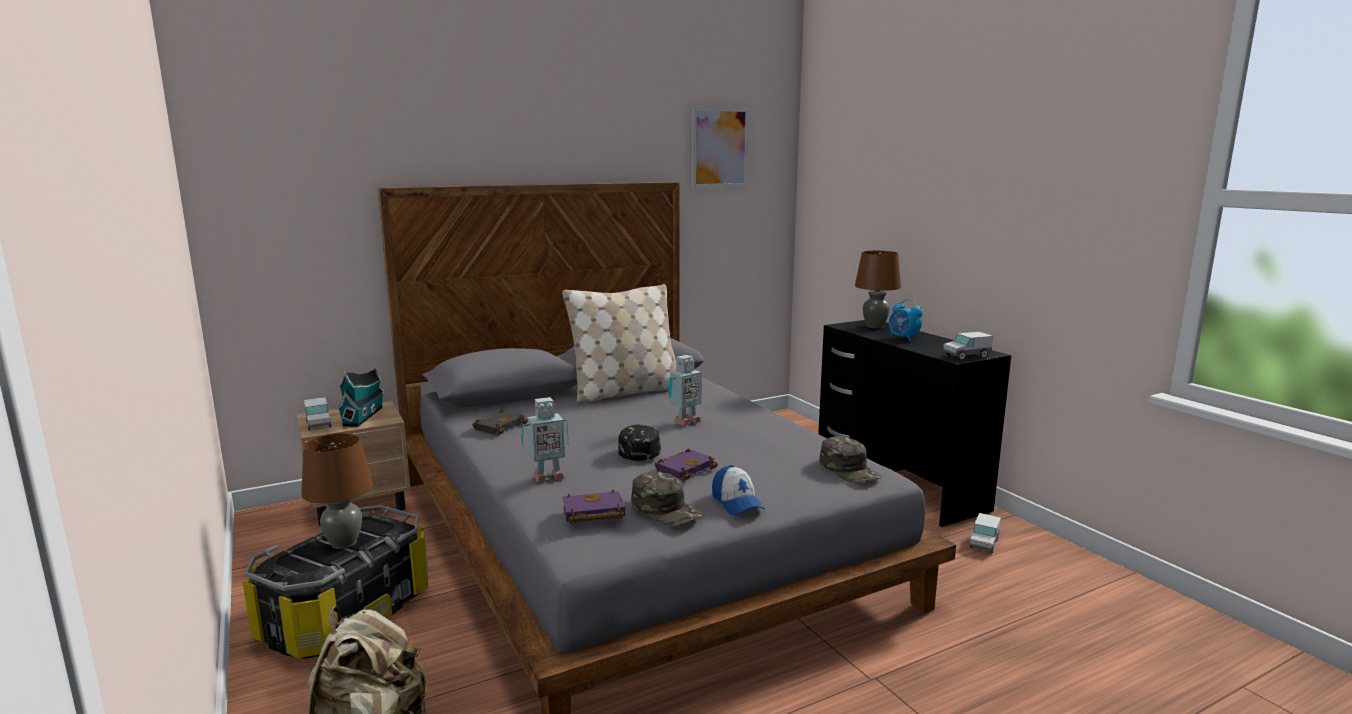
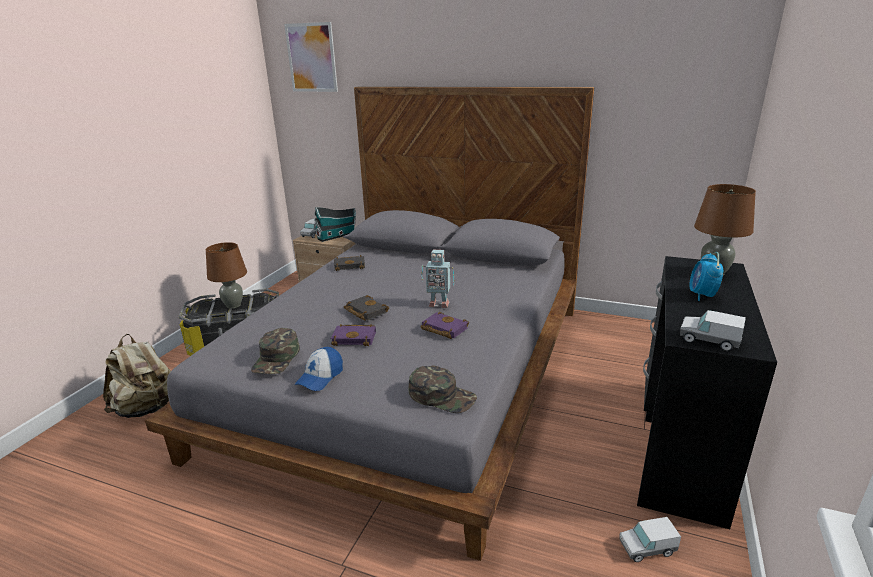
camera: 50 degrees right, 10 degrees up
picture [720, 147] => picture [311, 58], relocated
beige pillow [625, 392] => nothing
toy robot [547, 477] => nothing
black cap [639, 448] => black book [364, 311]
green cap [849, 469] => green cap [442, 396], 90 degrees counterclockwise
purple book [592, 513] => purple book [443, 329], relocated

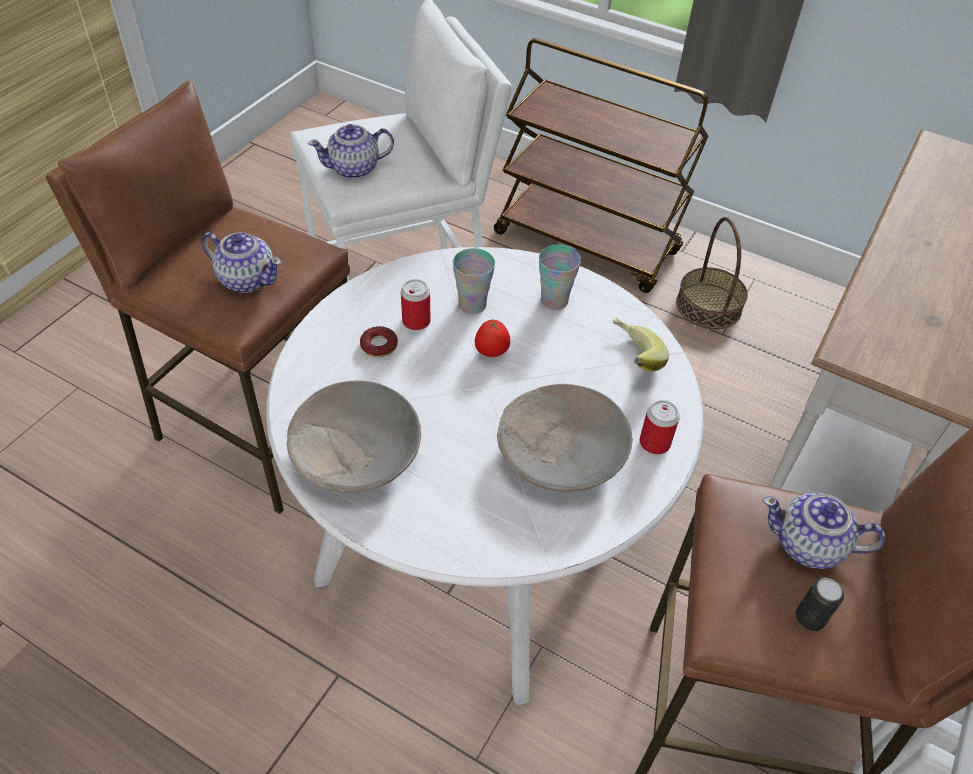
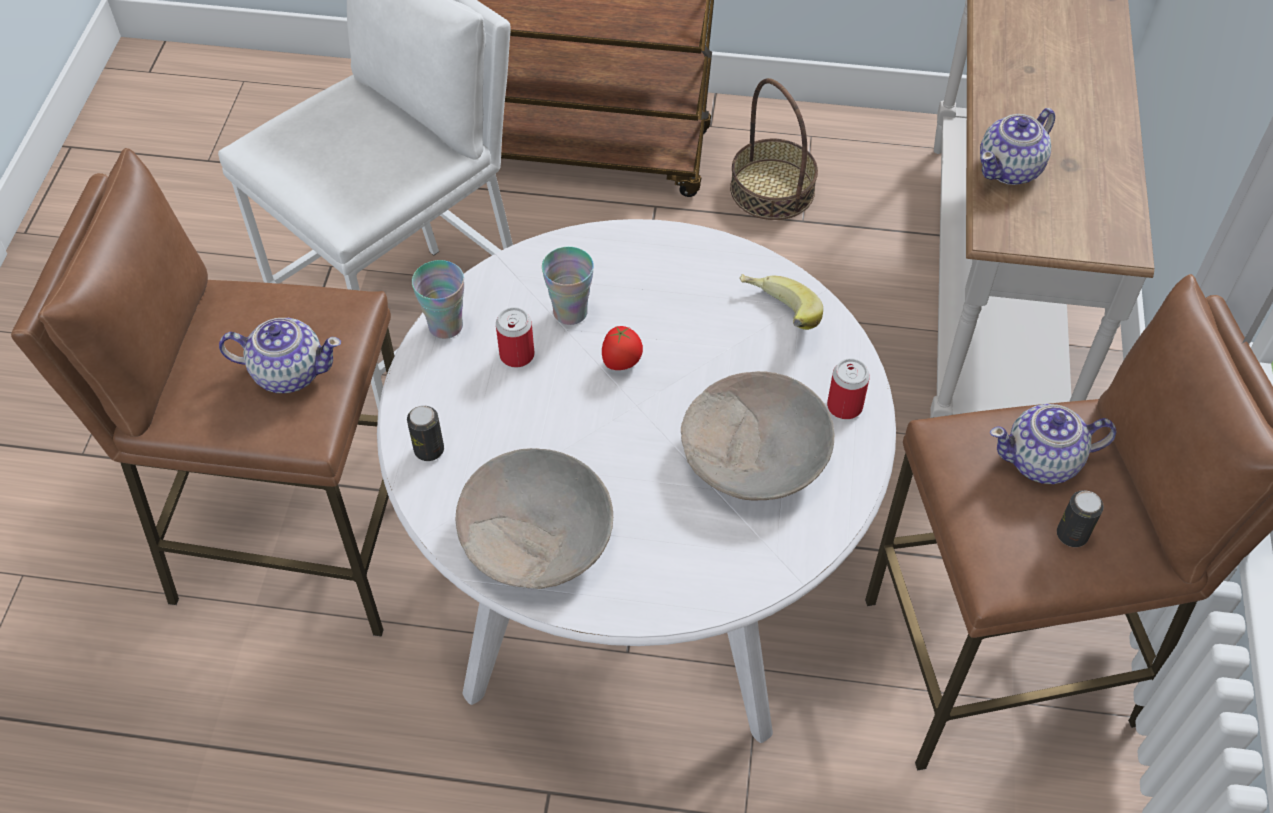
camera: 20 degrees left, 5 degrees up
teapot [354, 169] => teapot [1011, 169], relocated
cup [554, 301] => cup [445, 326], relocated
donut [379, 345] => nothing
nothing => can [429, 450]

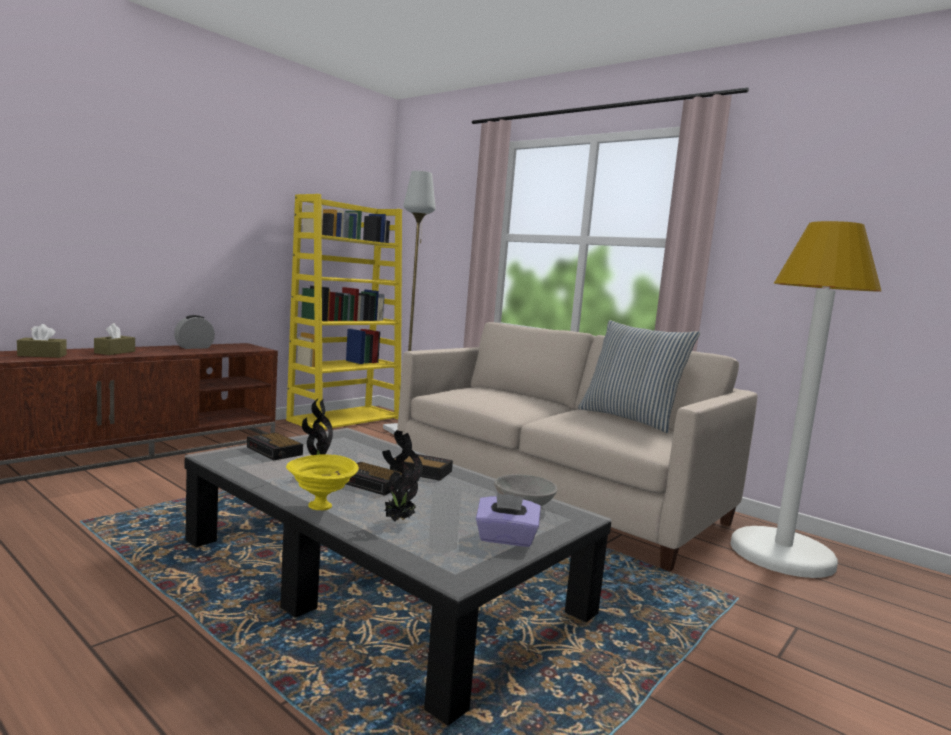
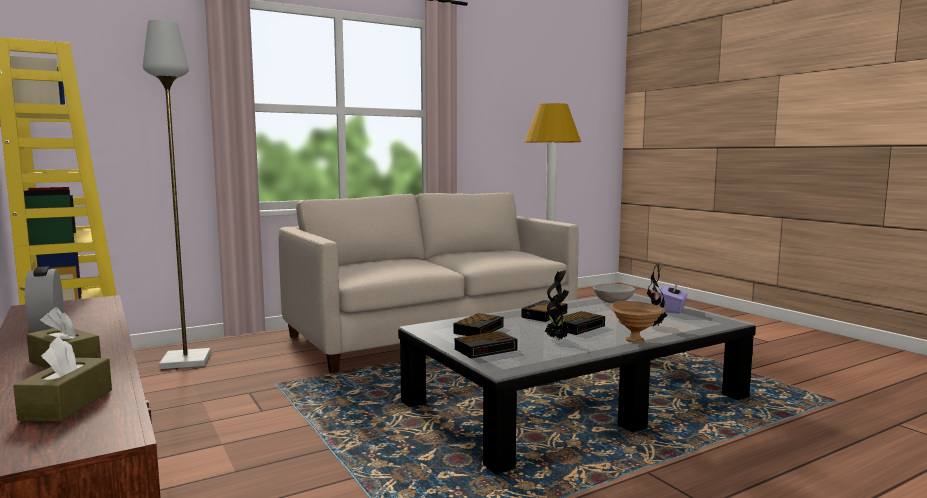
camera: 70 degrees left, 0 degrees up
pillow [630, 419] => nothing
yellow bowl [322, 507] => brown bowl [635, 340]
nothing => alarm clock [479, 329]

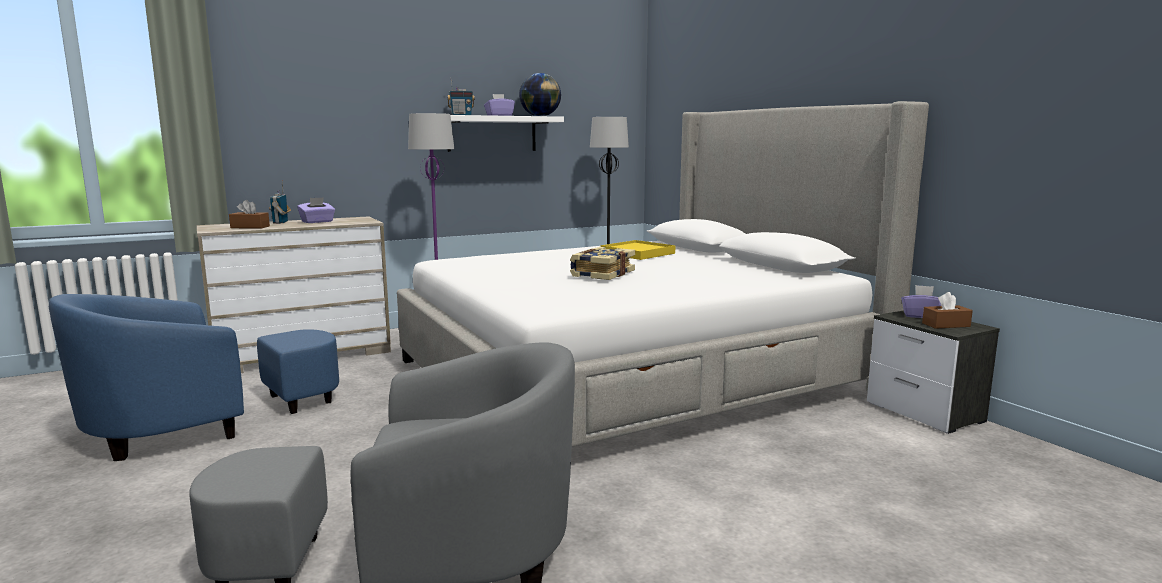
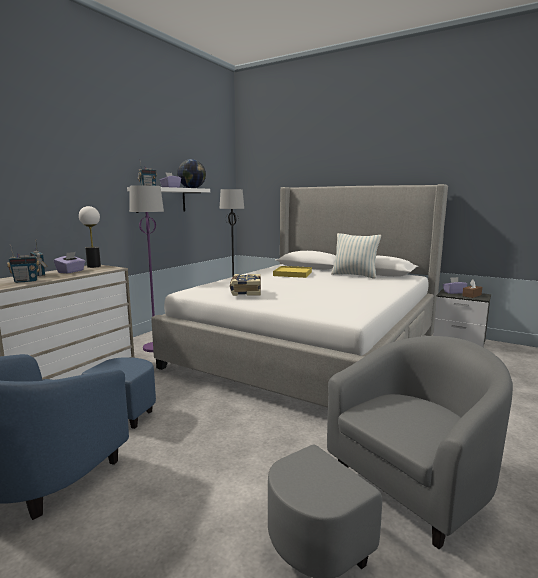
camera: 30 degrees left, 0 degrees up
brown tissue box [250, 227] => radio [26, 281]
book [601, 274] => book [245, 292], relocated
nothing => table lamp [93, 266]
nothing => pillow [354, 275]

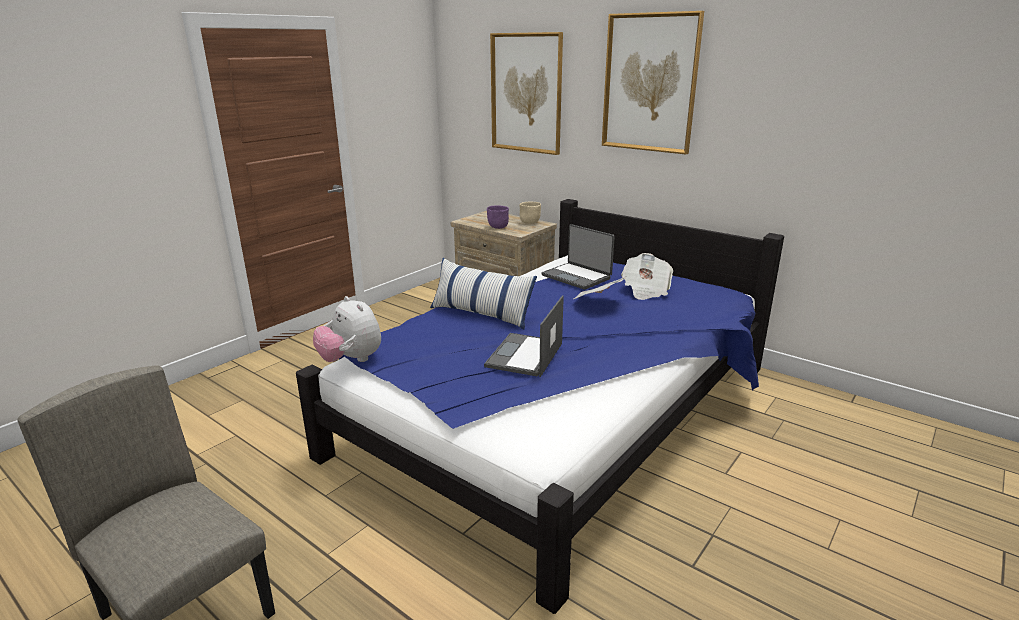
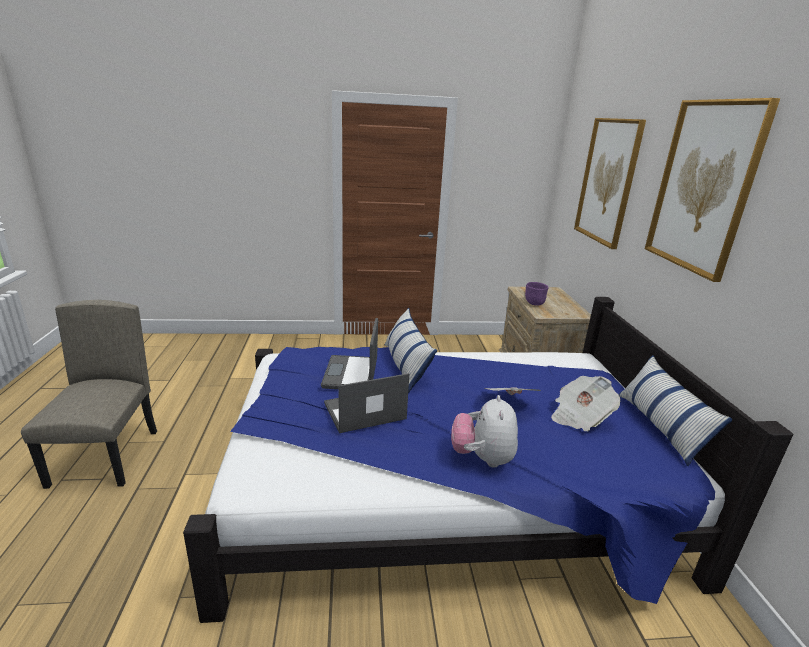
camera: 45 degrees right, 0 degrees up
beige bowl [530, 223] => nothing
laptop [577, 277] => laptop [352, 374], relocated
plush toy [351, 360] => plush toy [482, 458], relocated
nothing => pillow [660, 426]

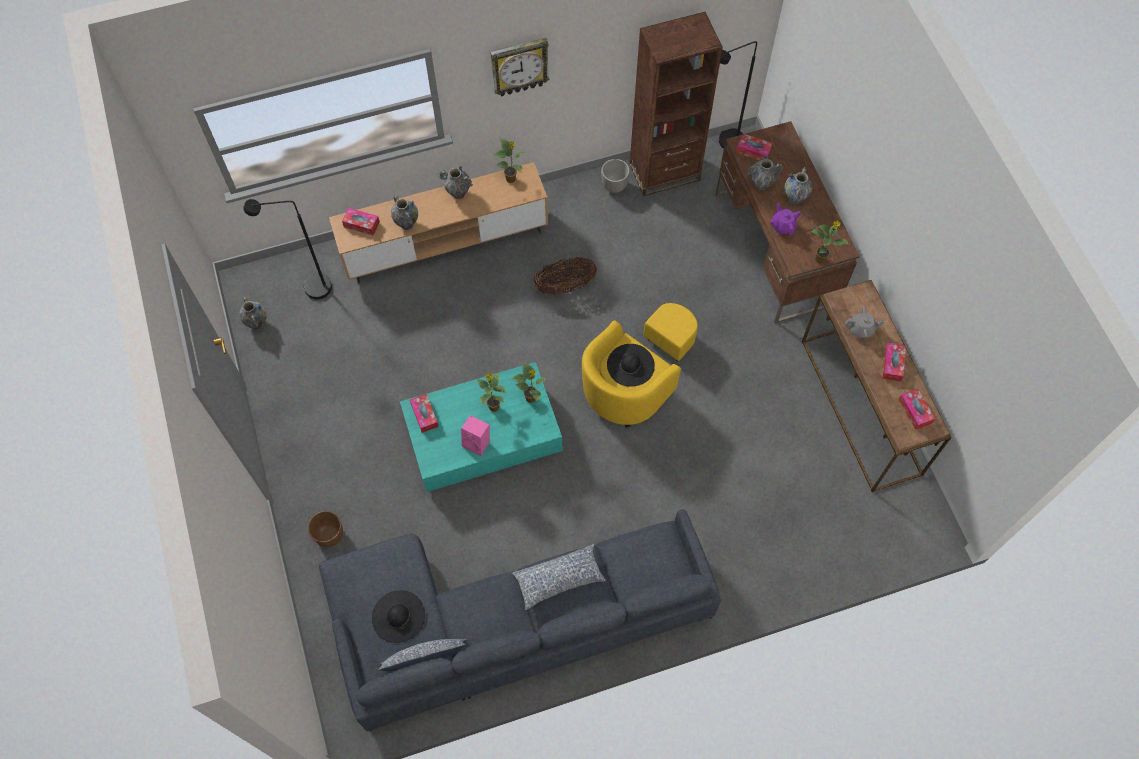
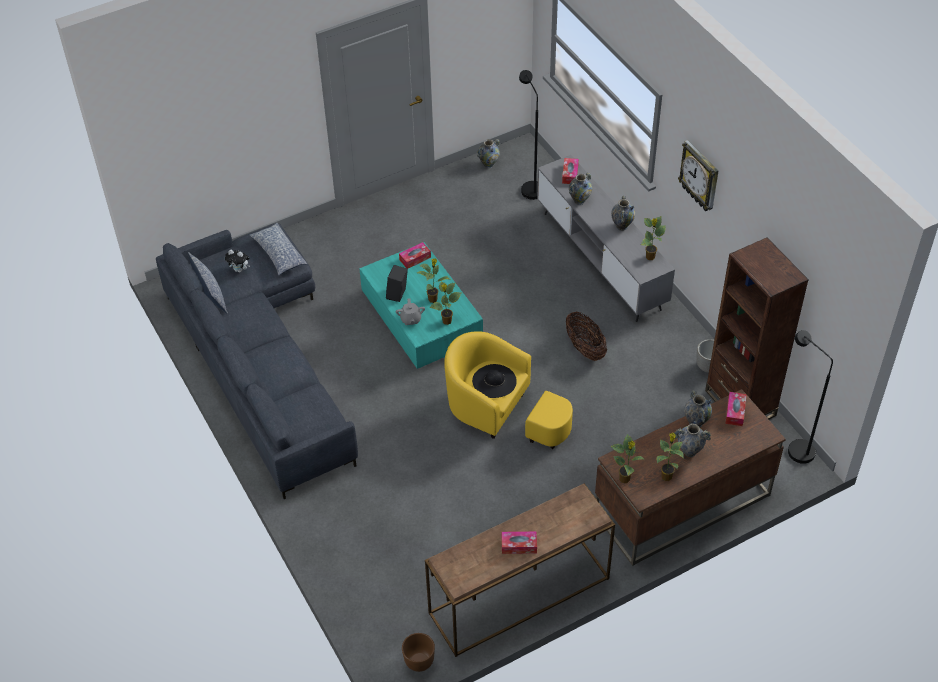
camera: 80 degrees right, 15 degrees down
brown tv stand [445, 245] => grey tv stand [600, 260]
purple teapot [783, 226] => nothing
grey teapot [861, 329] => grey teapot [410, 319], relocated
tissue box [914, 411] => nothing
pink speaker [477, 442] => black speaker [397, 295]
brown planter [330, 535] => brown planter [419, 661], relocated
pillow [559, 579] => pillow [278, 254], relocated
black hat [398, 616] => plush toy [239, 270]
nothing => potted plant [666, 476]

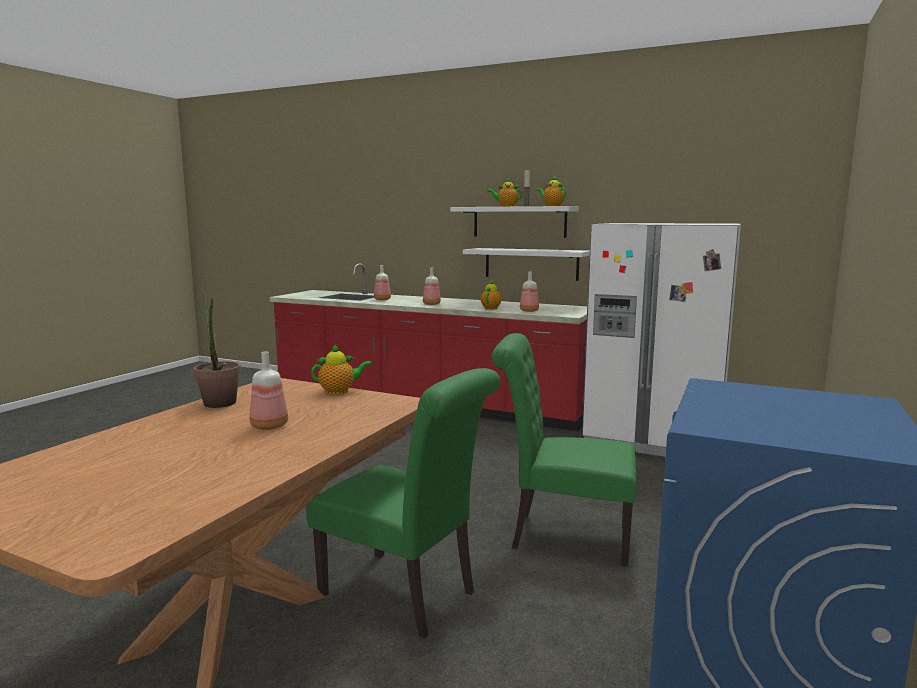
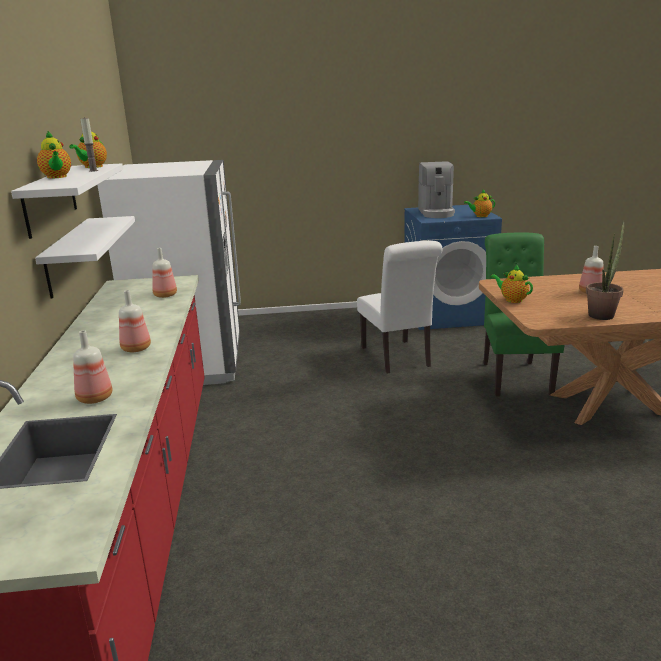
camera: 120 degrees left, 10 degrees up
teapot [491, 308] => teapot [480, 216], relocated
green chair [562, 536] => white chair [397, 358]
nothing => coffee machine [436, 213]

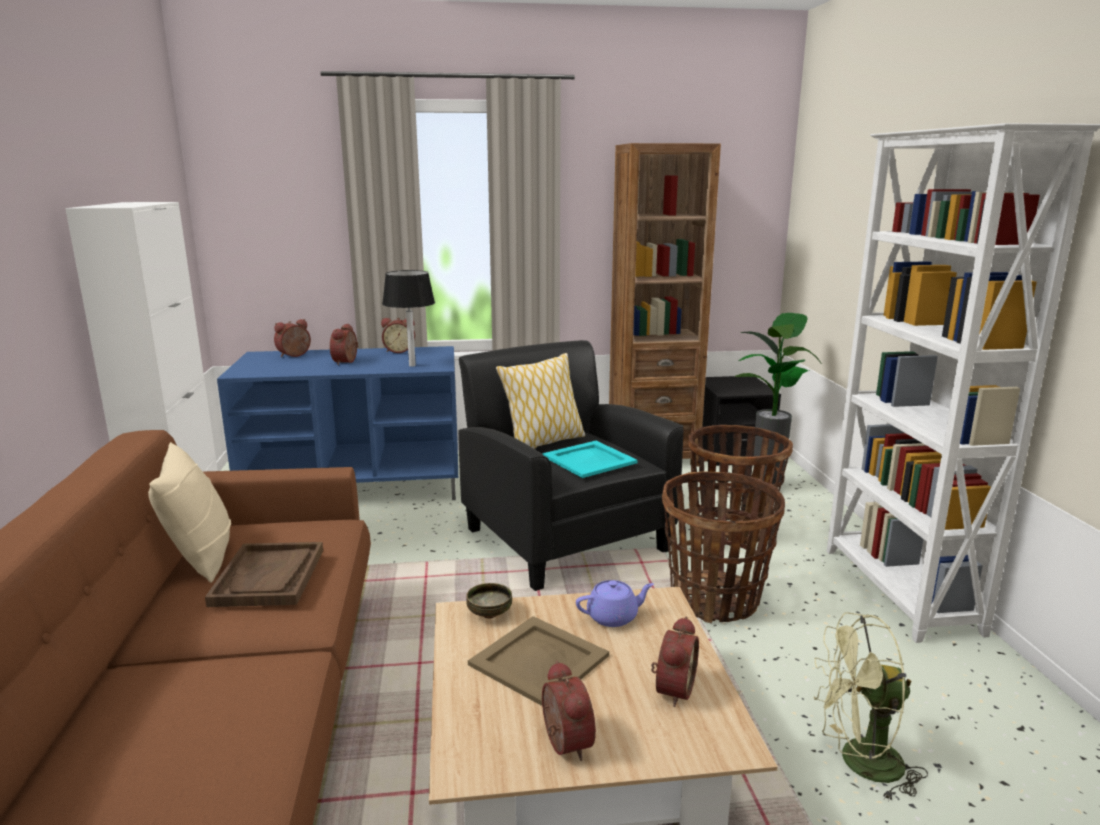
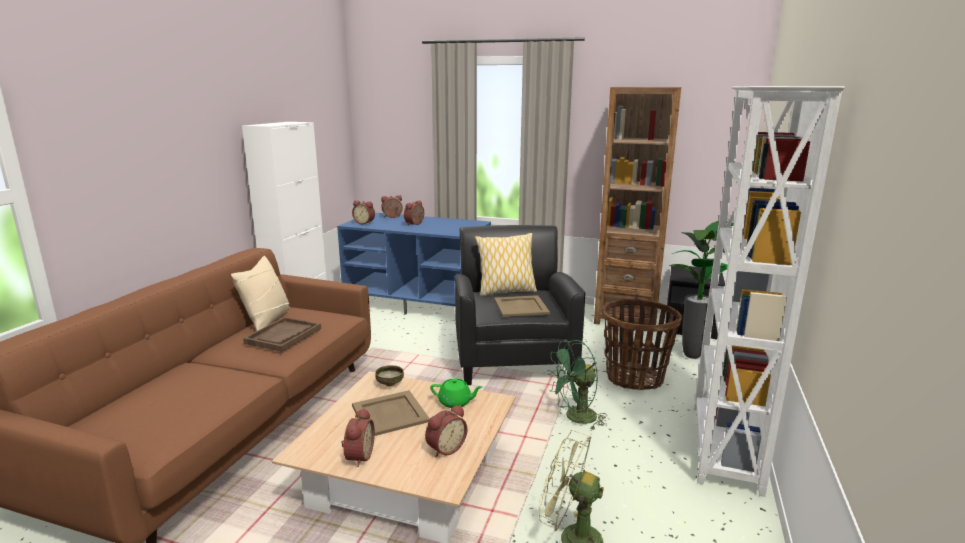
camera: 25 degrees right, 0 degrees up
black table lamp [412, 365] => nothing
alarm clock [399, 351] => alarm clock [364, 223], relocated
turquoise tray [590, 459] => beige tray [521, 306]
basket [715, 599] => green fan [575, 418]
purple teapot [613, 617] => green teapot [455, 402]

